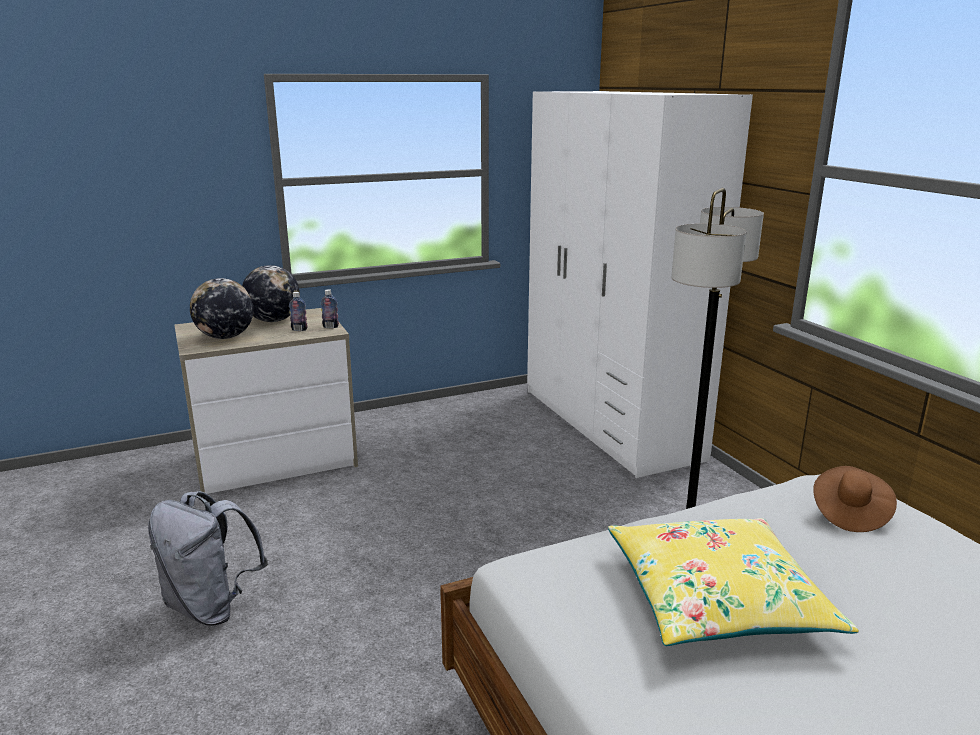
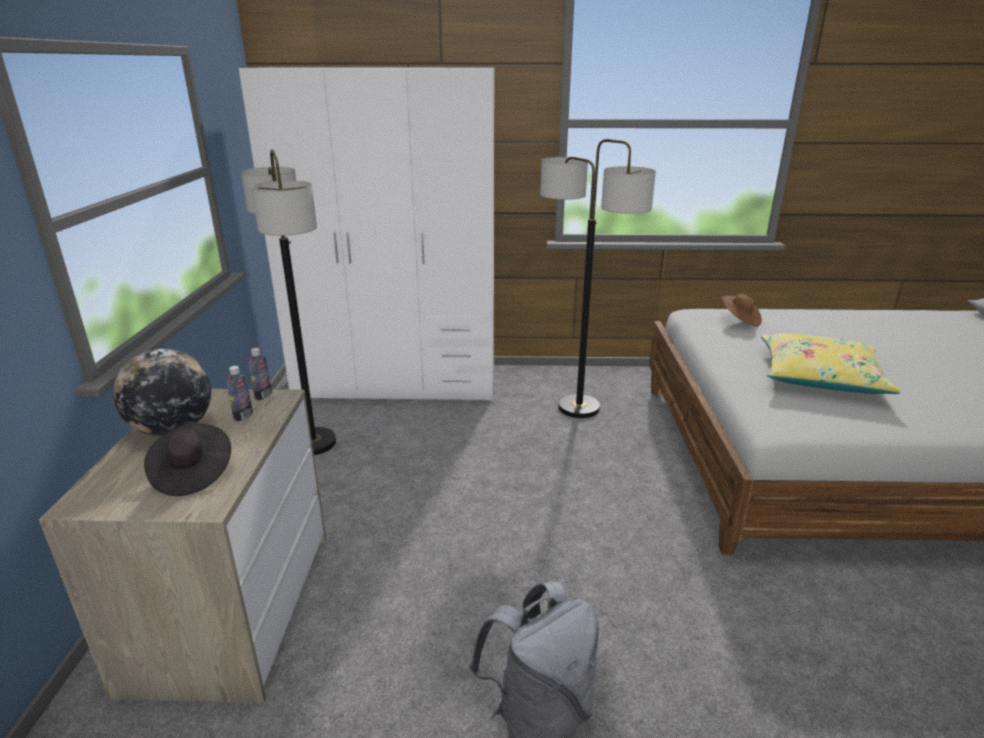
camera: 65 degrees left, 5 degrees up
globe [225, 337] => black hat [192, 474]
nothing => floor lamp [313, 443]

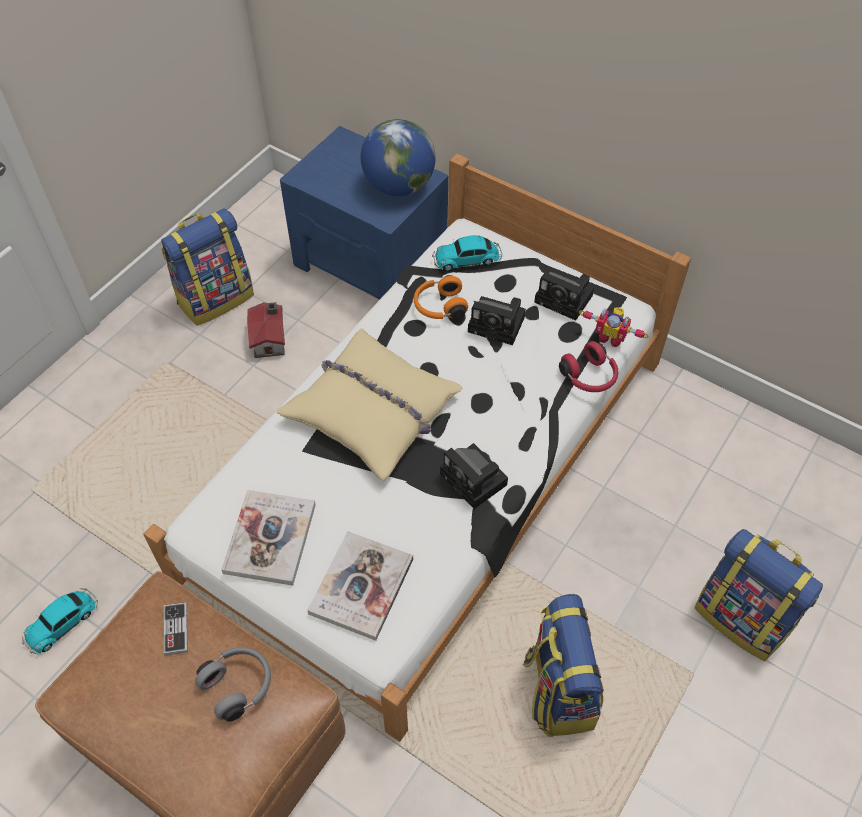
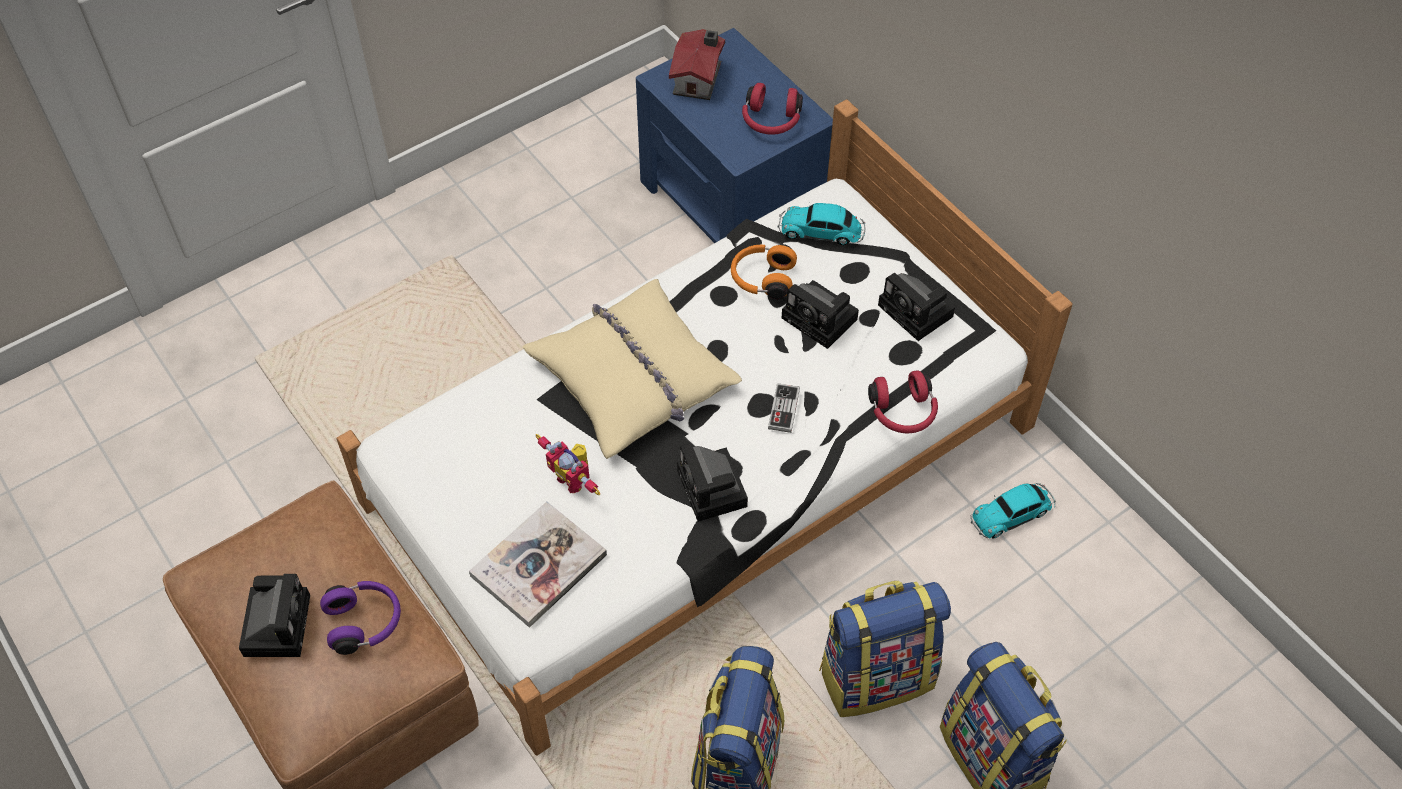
camera: 20 degrees right, 0 degrees up
globe [399, 186] => red headphones [771, 121]
backpack [216, 298] => backpack [876, 675], relocated
toy house [270, 339] => toy house [699, 78], relocated
toy robot [611, 337] => toy robot [574, 479], relocated
book [270, 538] => nothing
toy car [63, 622] => toy car [1013, 513], relocated
game controller [176, 629] => game controller [783, 409], relocated
grey headphones [239, 685] => purple headphones [365, 622]
nothing => photo camera [277, 622]

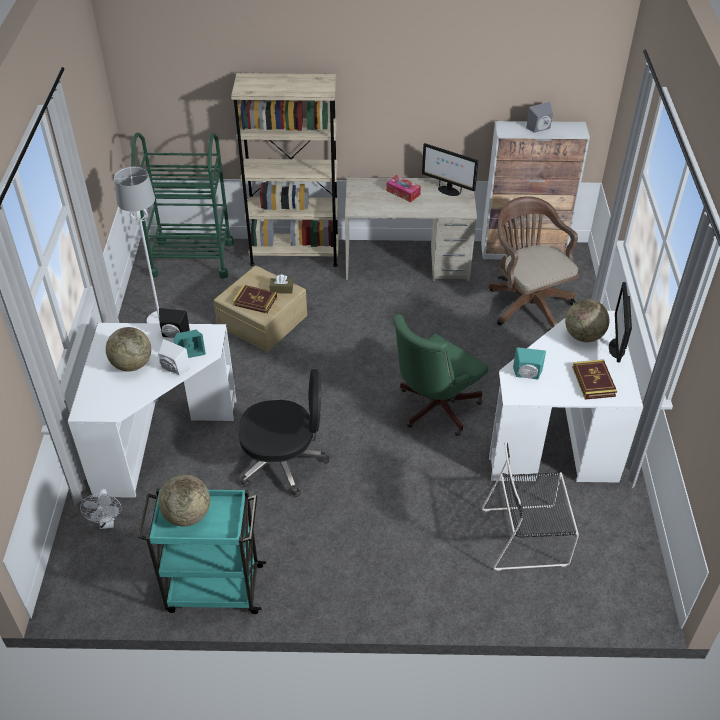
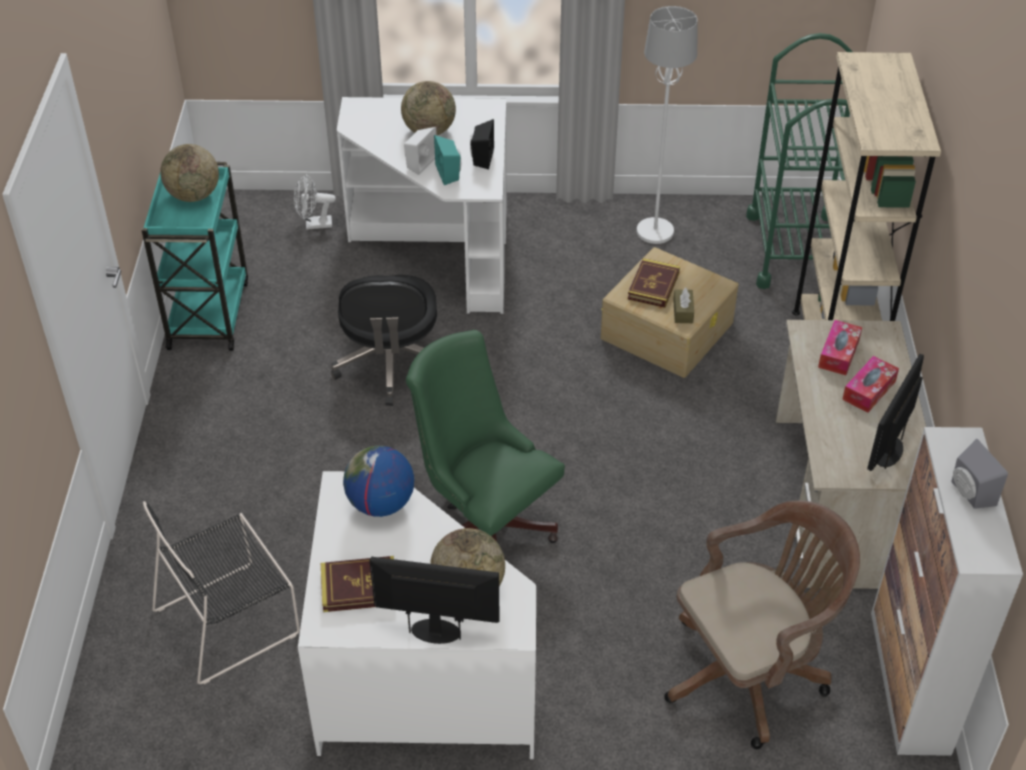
camera: 90 degrees right, 0 degrees up
turquoise speaker [527, 375] => globe [380, 504]
black chair [527, 537] => black chair [231, 620], 120 degrees counterclockwise
nothing => tissue box [838, 354]

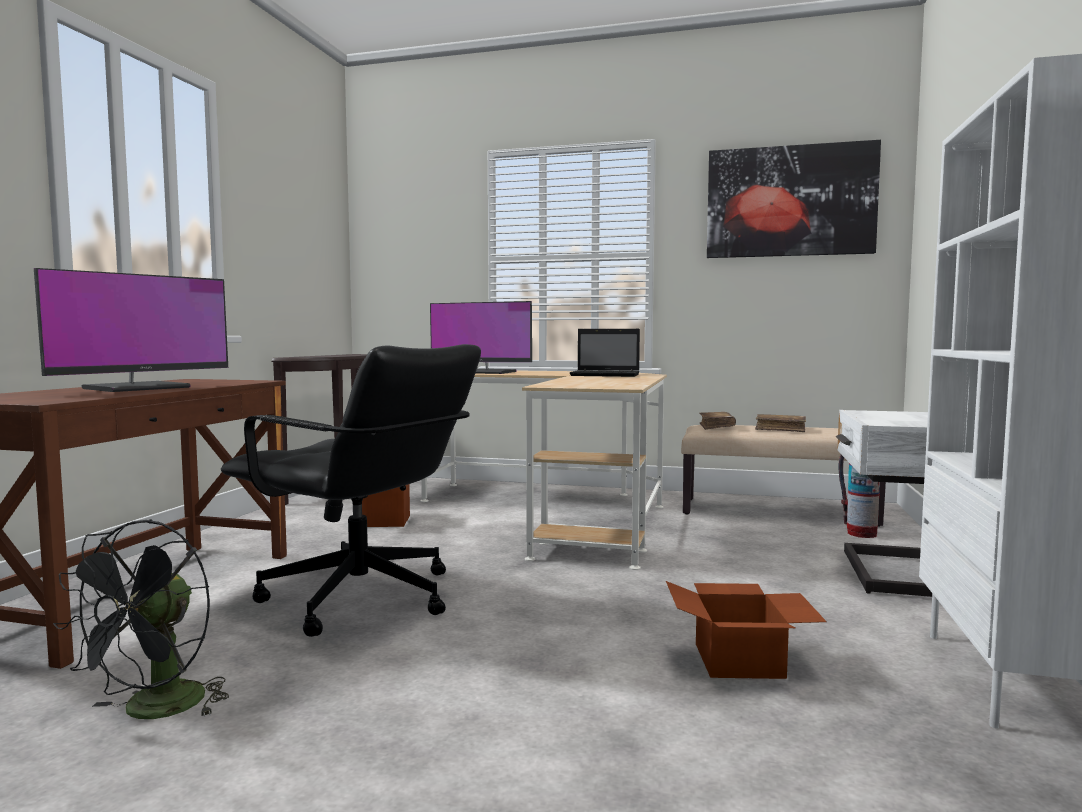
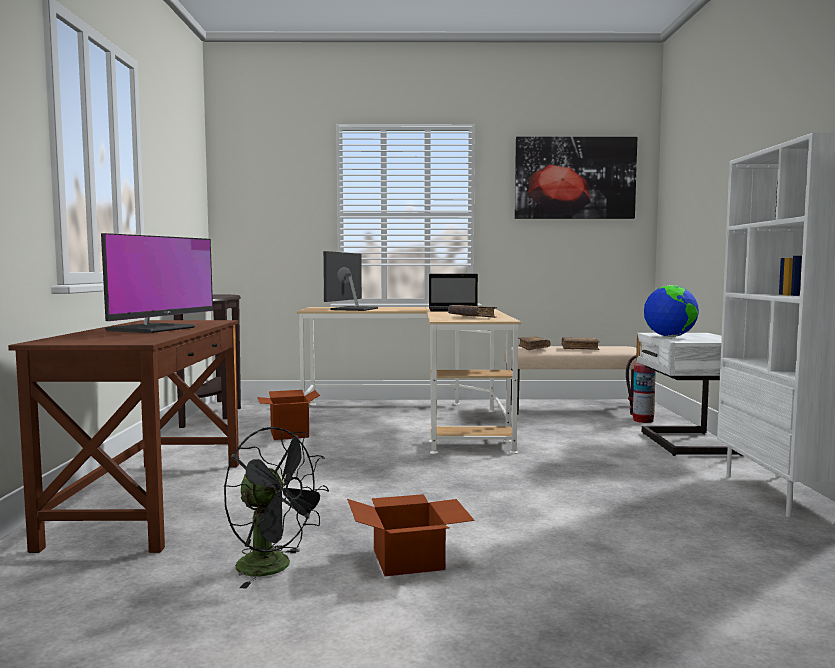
camera: 15 degrees left, 0 degrees up
monitor [487, 372] => monitor [353, 309], 105 degrees clockwise
black office chair [361, 599] => nothing
black fan [154, 712] => black fan [274, 568], 60 degrees counterclockwise
cardboard box [742, 661] => cardboard box [410, 560], relocated
nothing => globe [670, 337]
nothing => brown book [471, 317]

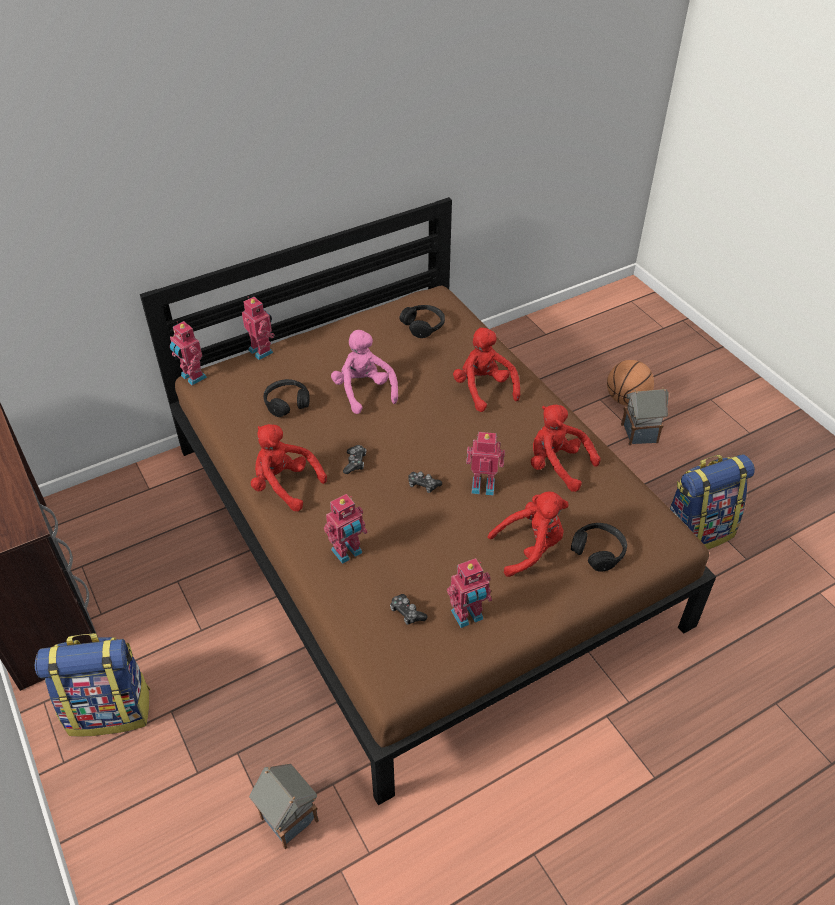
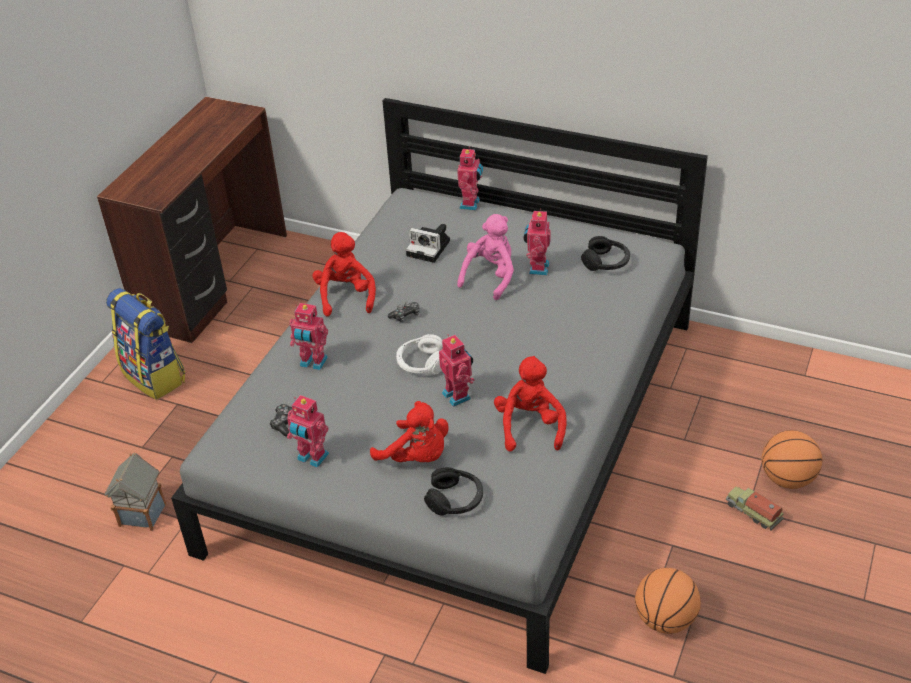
camera: 55 degrees right, 5 degrees down
brown bed [418, 530] => grey bed [462, 430]
toy robot [192, 377] => toy robot [537, 268], relocated
red plush toy [484, 389] => nothing
black headphones [287, 403] => photo camera [430, 248]
toy house [640, 433] => toy truck [752, 512]
backpack [696, 532] => basketball [665, 619]
game controller [423, 485] => white headphones [421, 363]

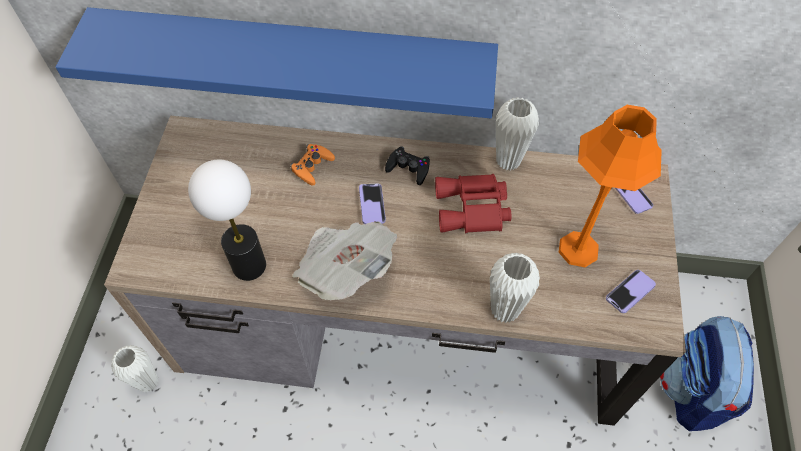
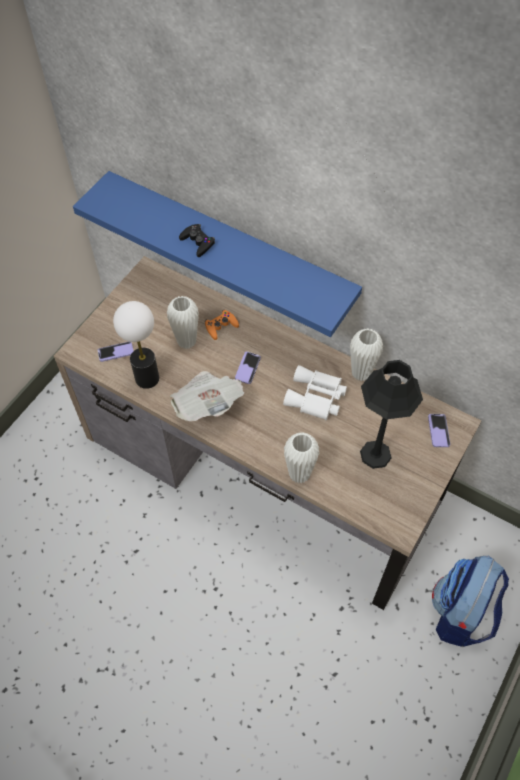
camera: 25 degrees right, 0 degrees up
orange table lamp [578, 249] => black table lamp [376, 454]
black game controller [408, 168] => black game controller [198, 242], relocated
red binoculars [473, 209] => white binoculars [316, 398]
phone [630, 292] => phone [115, 352], relocated
white vase [148, 382] => white vase [186, 341], relocated

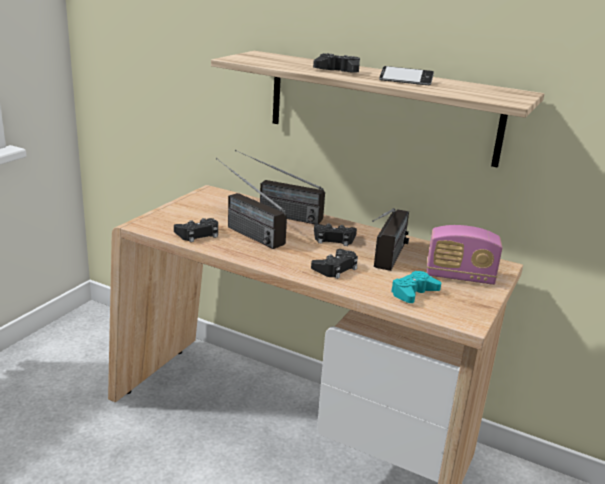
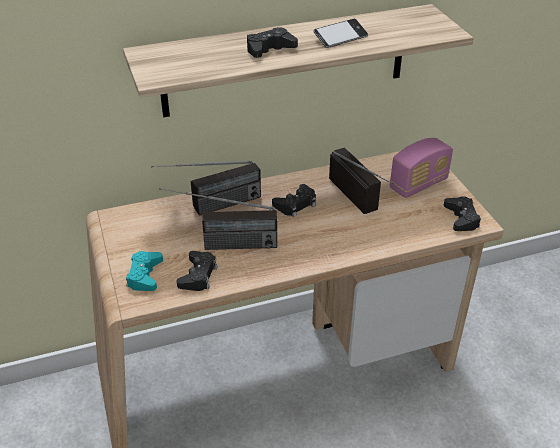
camera: 45 degrees left, 15 degrees up
black game controller [335, 268] => black game controller [461, 218], relocated
turquoise game controller [413, 293] => turquoise game controller [145, 275], relocated

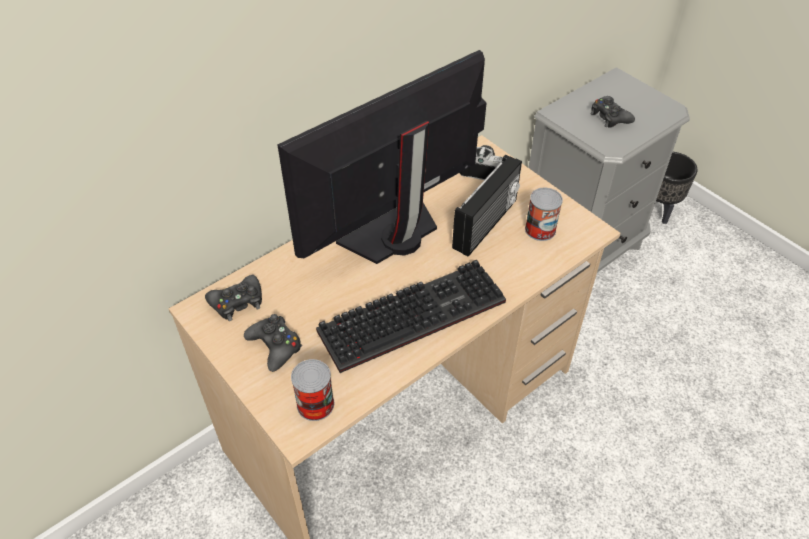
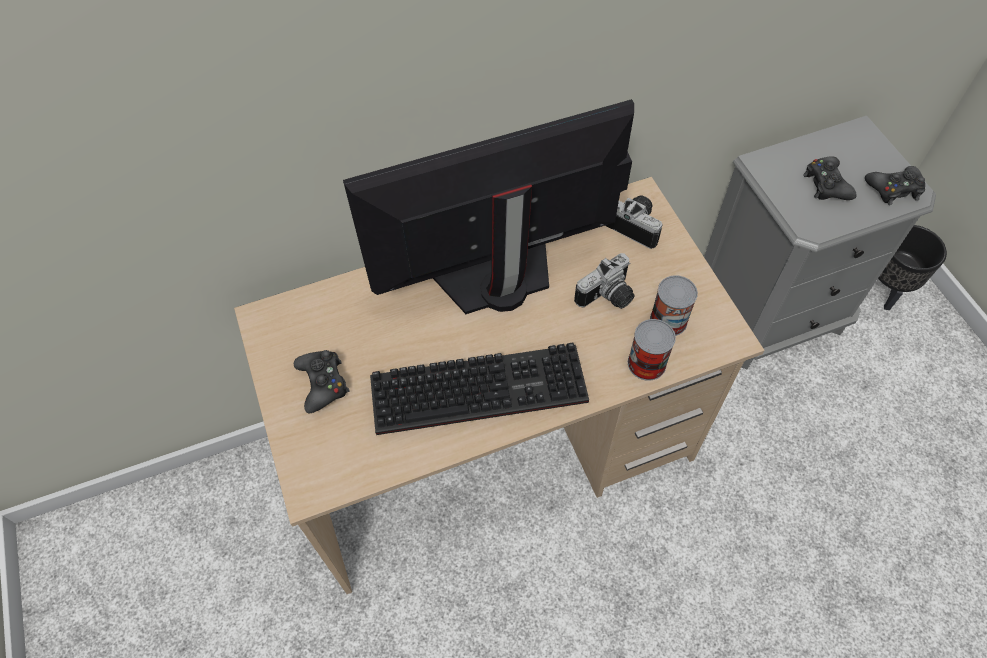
camera: 20 degrees right, 10 degrees up
radio [486, 224] => photo camera [608, 297]
black game controller [237, 302] => black game controller [894, 189], relocated
can [315, 404] => can [646, 363], relocated

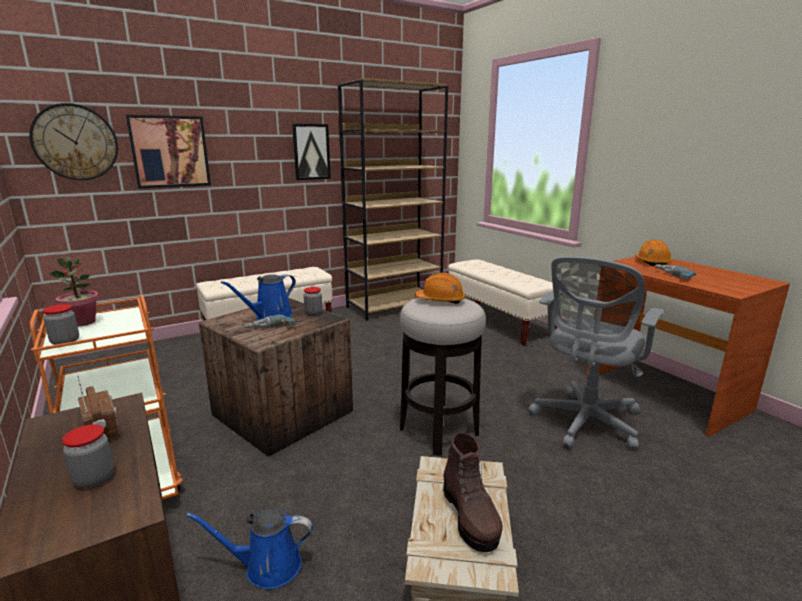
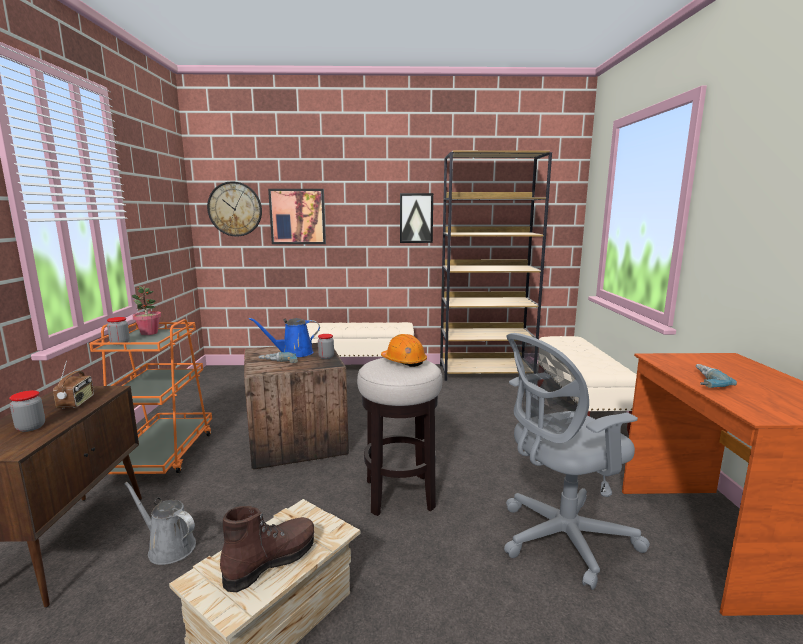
camera: 30 degrees right, 5 degrees down
orange hard hat [652, 262] => nothing
brown boot [470, 517] => brown boot [271, 561], 150 degrees counterclockwise
blue watering can [267, 566] => grey watering can [168, 547]

